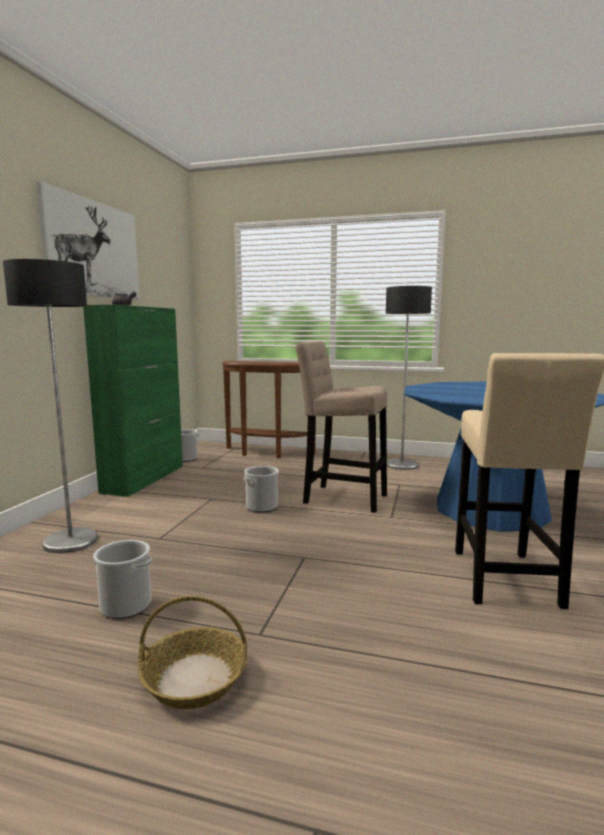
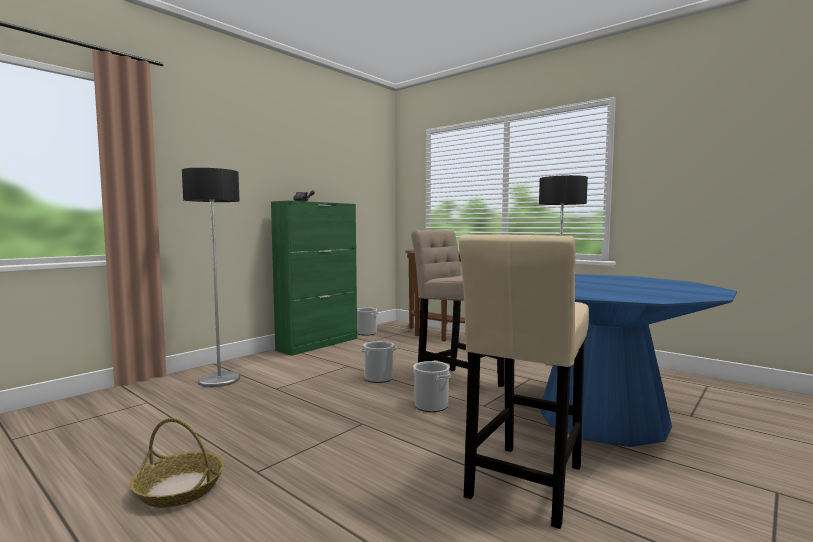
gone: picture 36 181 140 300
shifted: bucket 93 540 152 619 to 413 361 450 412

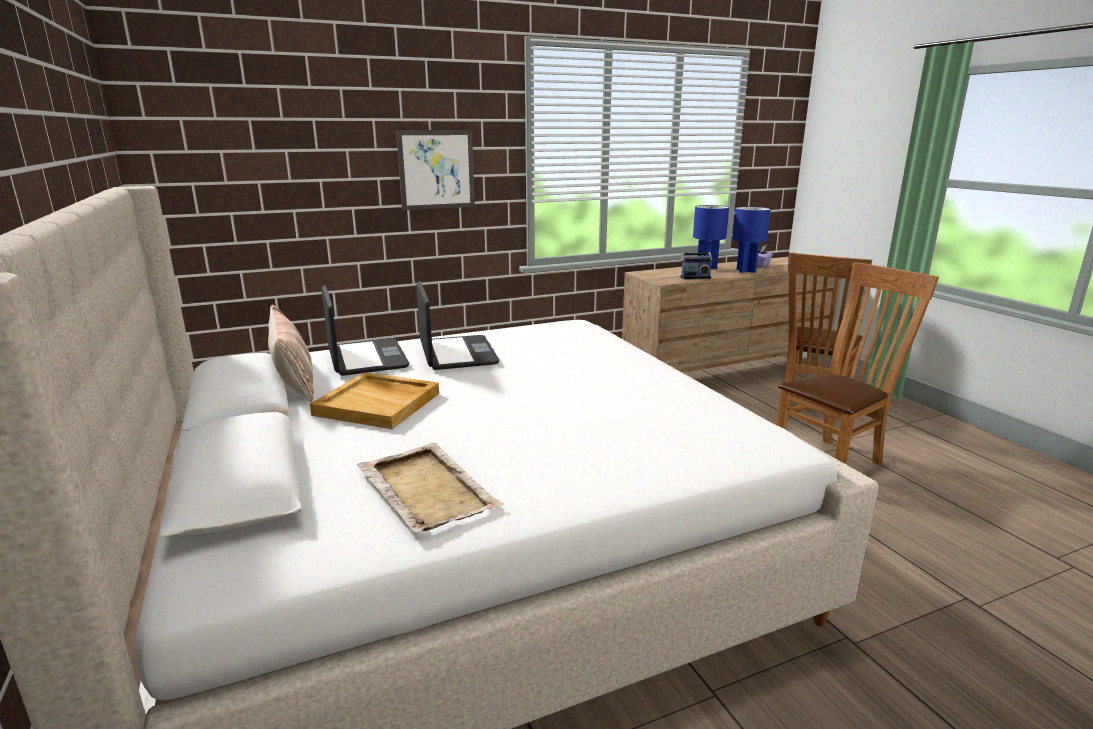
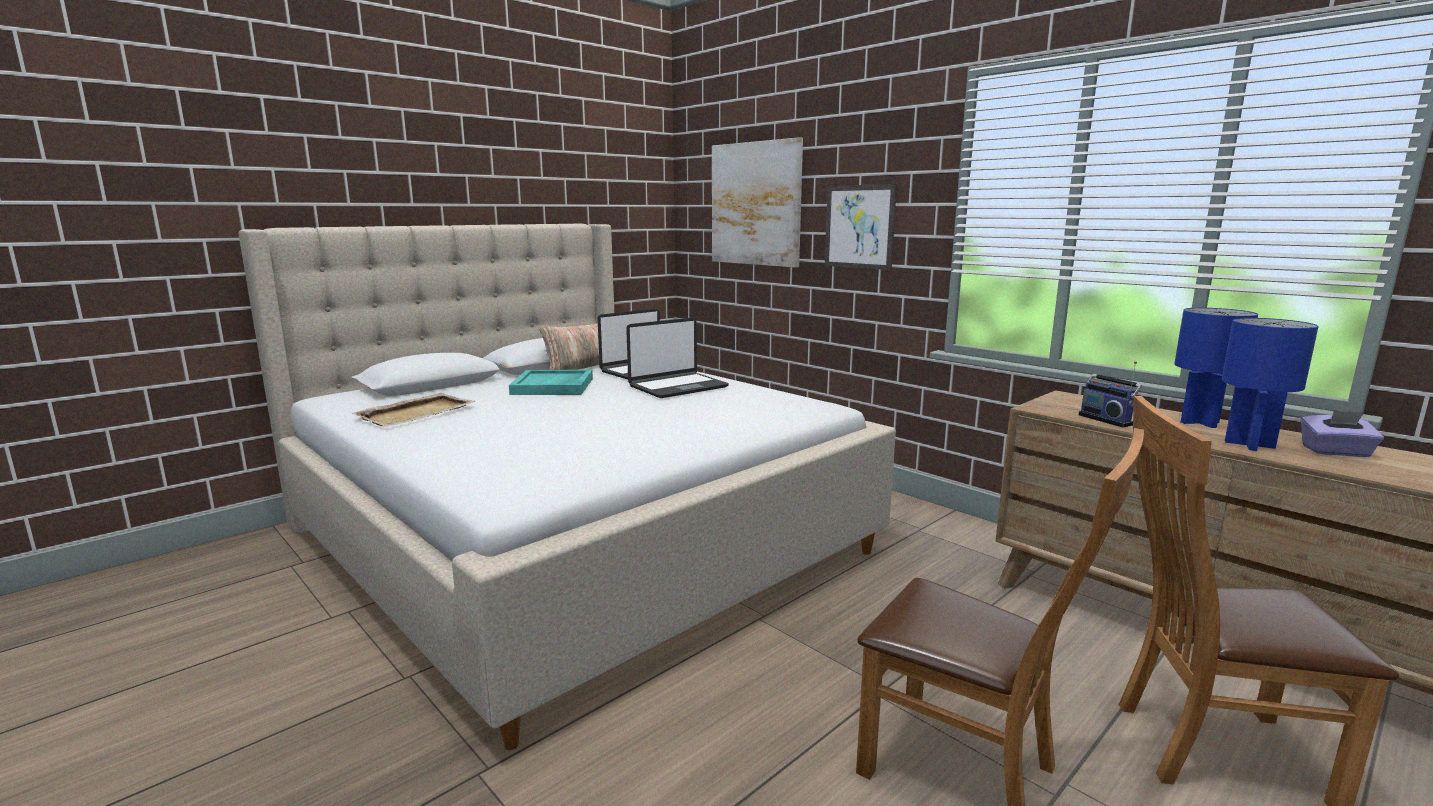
new: picture 712 137 803 268
repainted: beige tray 310 372 439 429 to turquoise tray 509 370 593 395

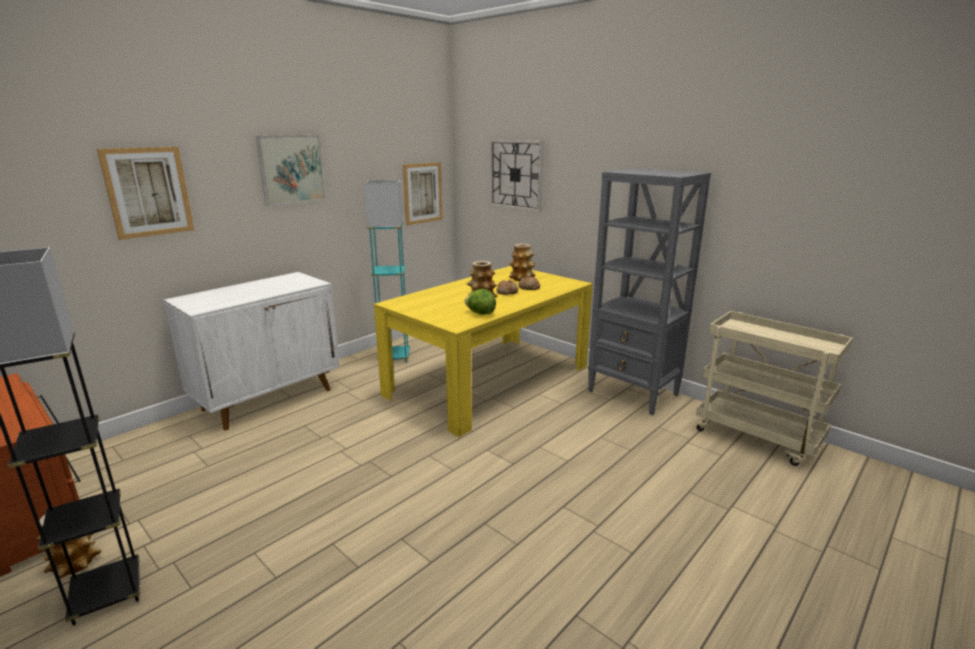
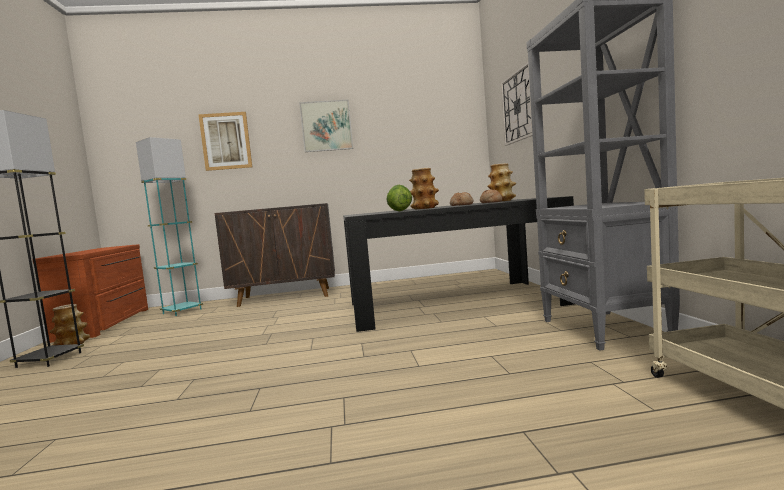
gone: picture 403 162 443 225
shifted: turquoise floor lamp 364 180 410 363 to 136 137 203 316
repainted: white cabinet 163 272 340 431 to brown cabinet 215 203 335 307; yellow dining table 374 266 593 437 to black dining table 343 196 575 332

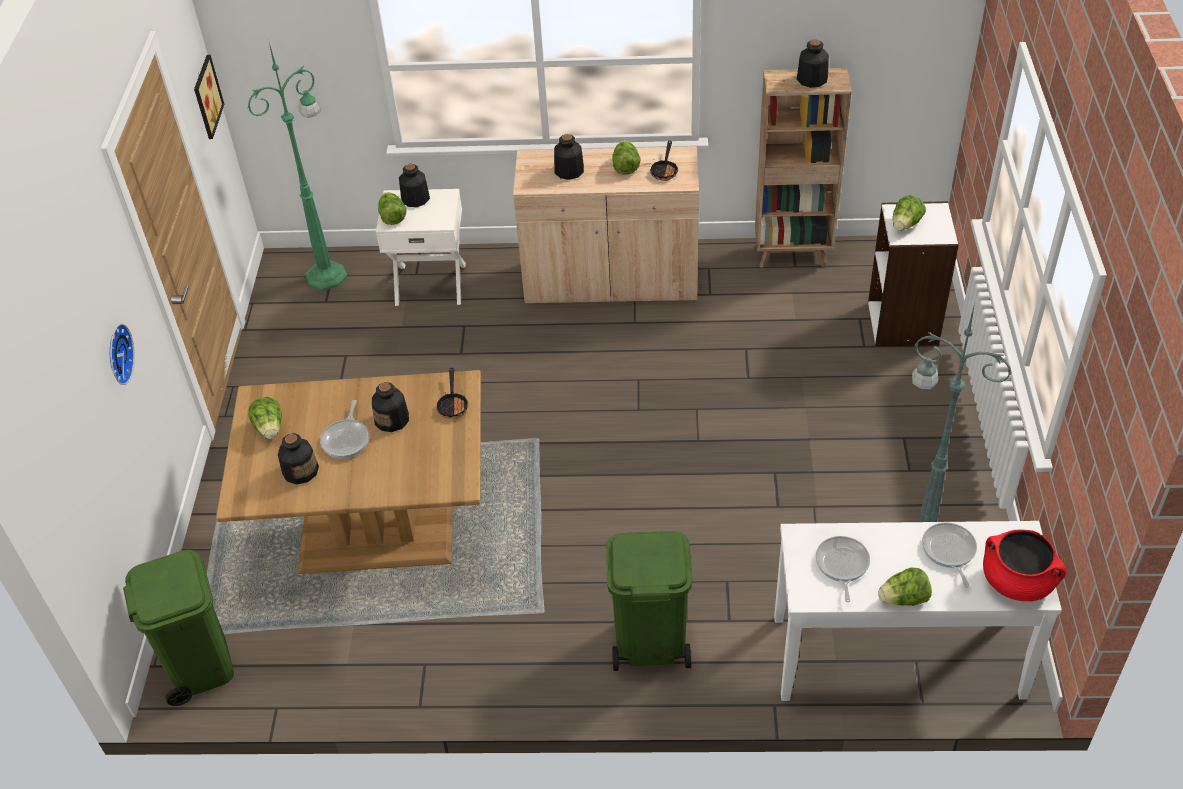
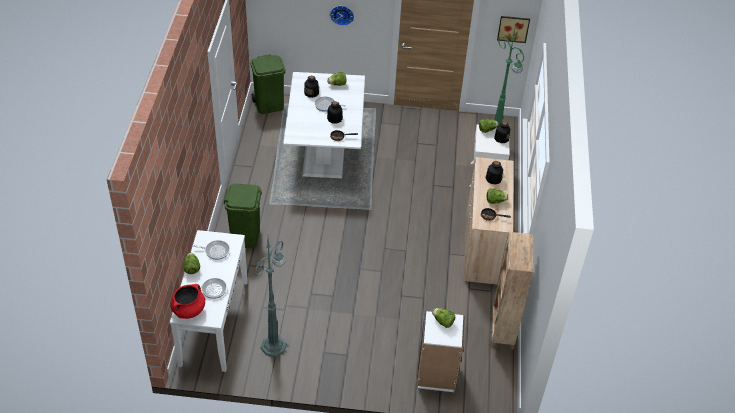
gone: bottle 797 40 829 88
repainted: brown dining table 216 370 481 574 to white dining table 283 72 365 178

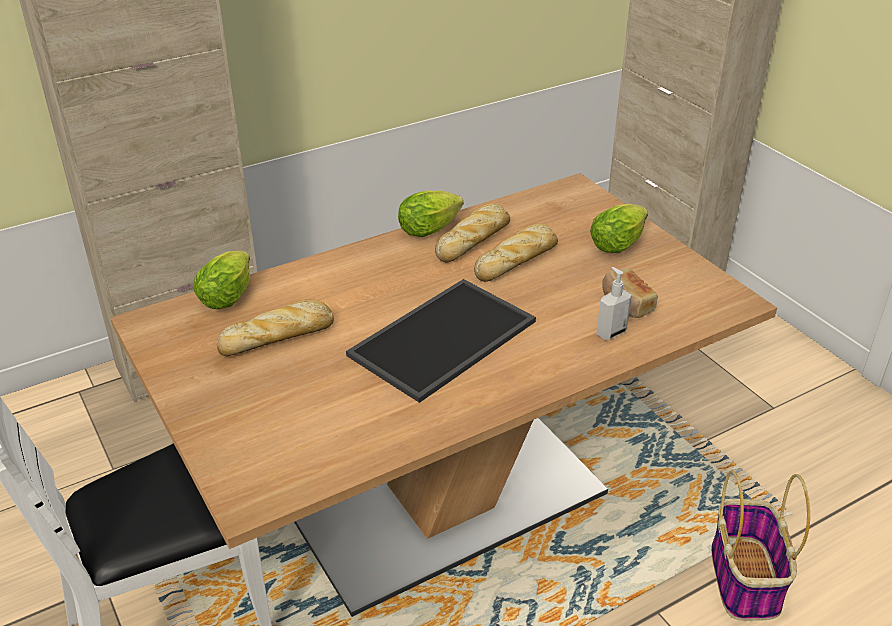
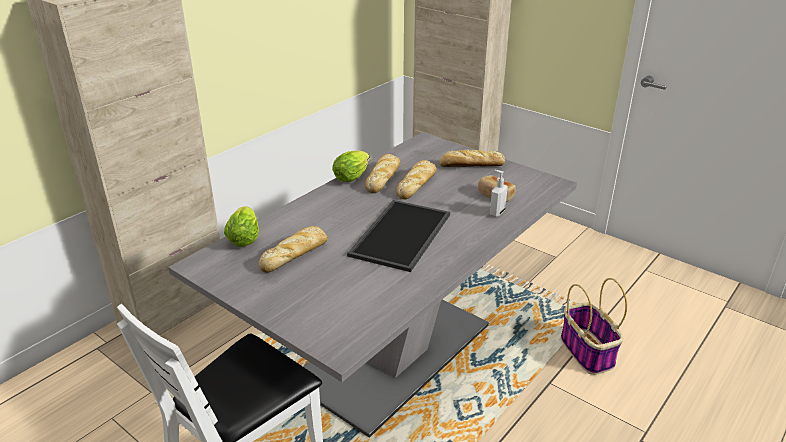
swapped: lettuce 590 204 648 253 to bread 439 149 505 167
repainted: brown dining table 110 173 777 617 to grey dining table 168 132 577 438

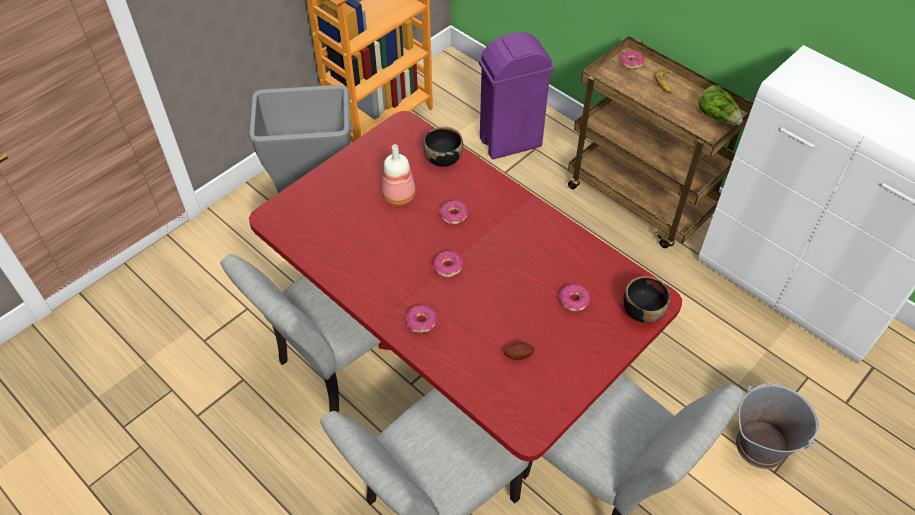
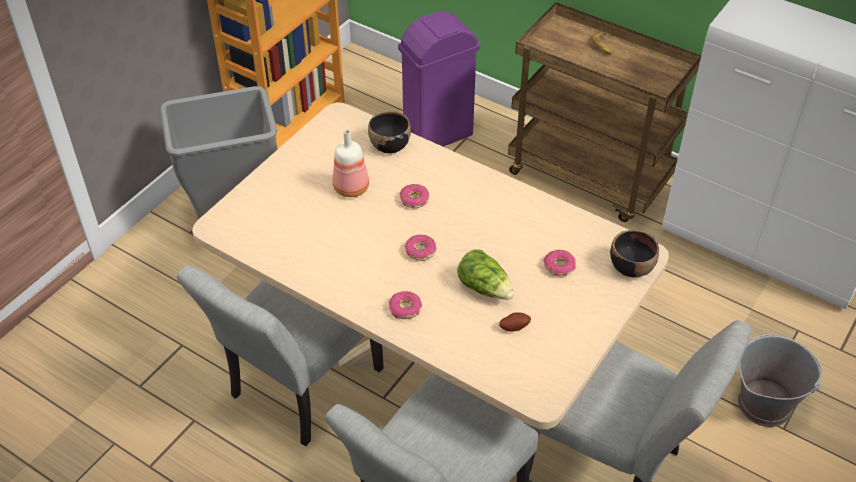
gone: donut 621 50 645 69
shifted: lettuce 698 85 743 125 to 457 249 514 300
repainted: red dining table 249 111 682 462 to beige dining table 192 103 669 429

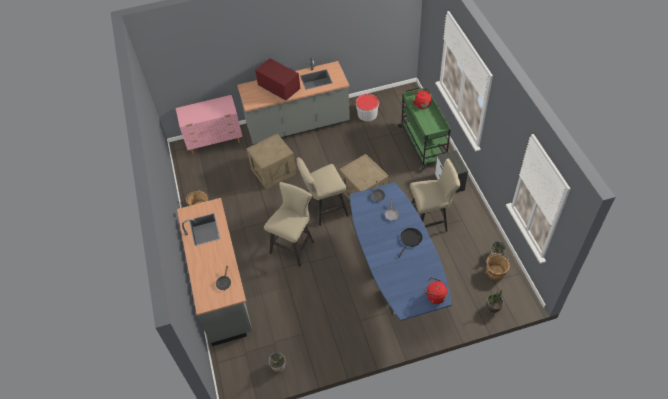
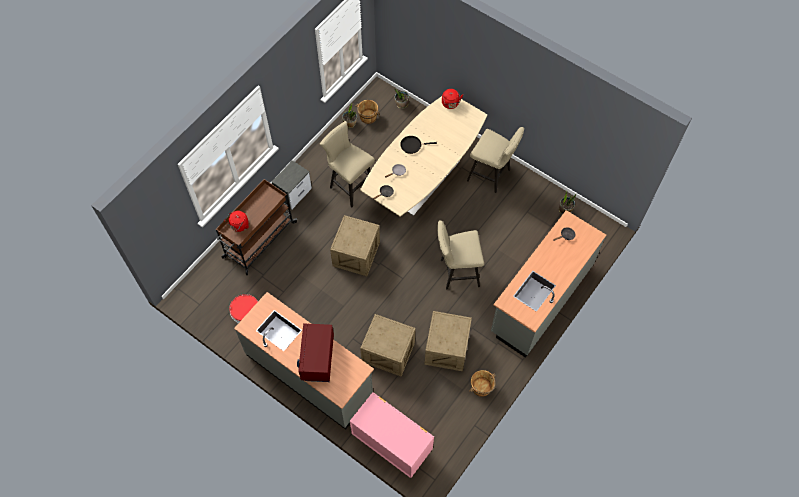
new: crate 425 311 472 371
shifted: beige stool 296 158 348 226 to 467 127 524 193
repainted: green cart 398 87 451 172 to brown cart 216 179 297 275; blue dining table 350 182 452 321 to beige dining table 360 96 488 216

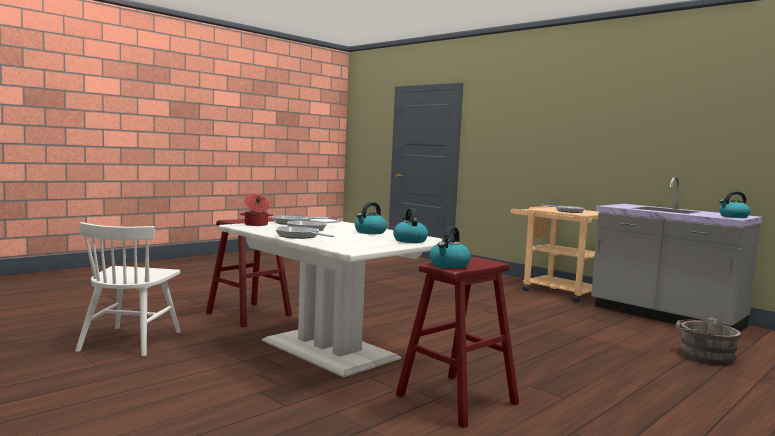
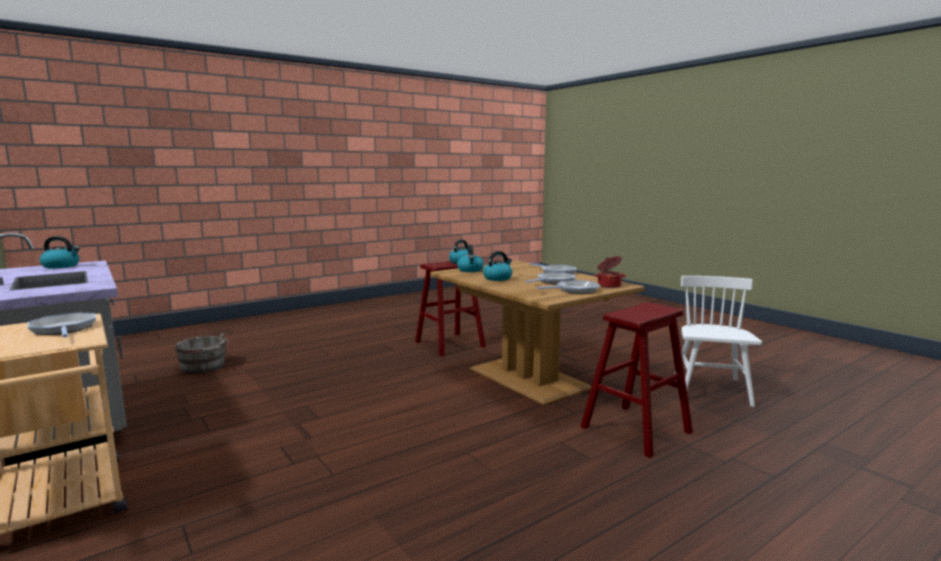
repainted: white dining table 219 219 449 378 to brown dining table 430 261 644 406

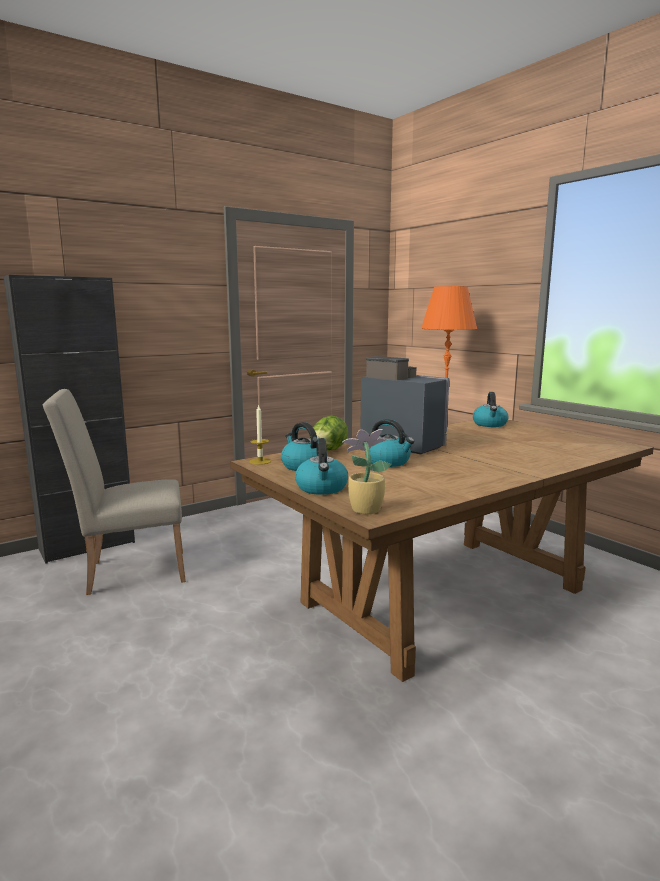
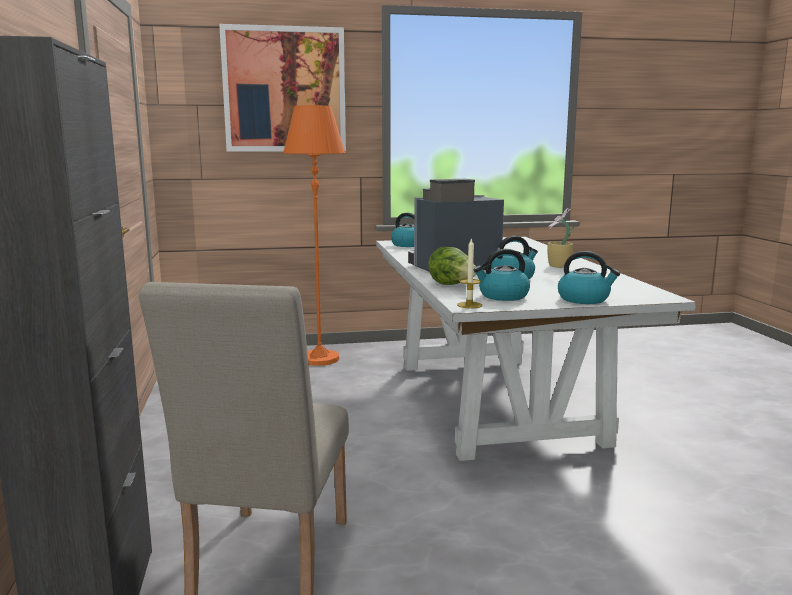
new: picture 219 24 346 152
shifted: potted plant 342 429 392 514 to 547 208 574 268
repainted: brown dining table 230 420 654 682 to white dining table 376 237 696 461

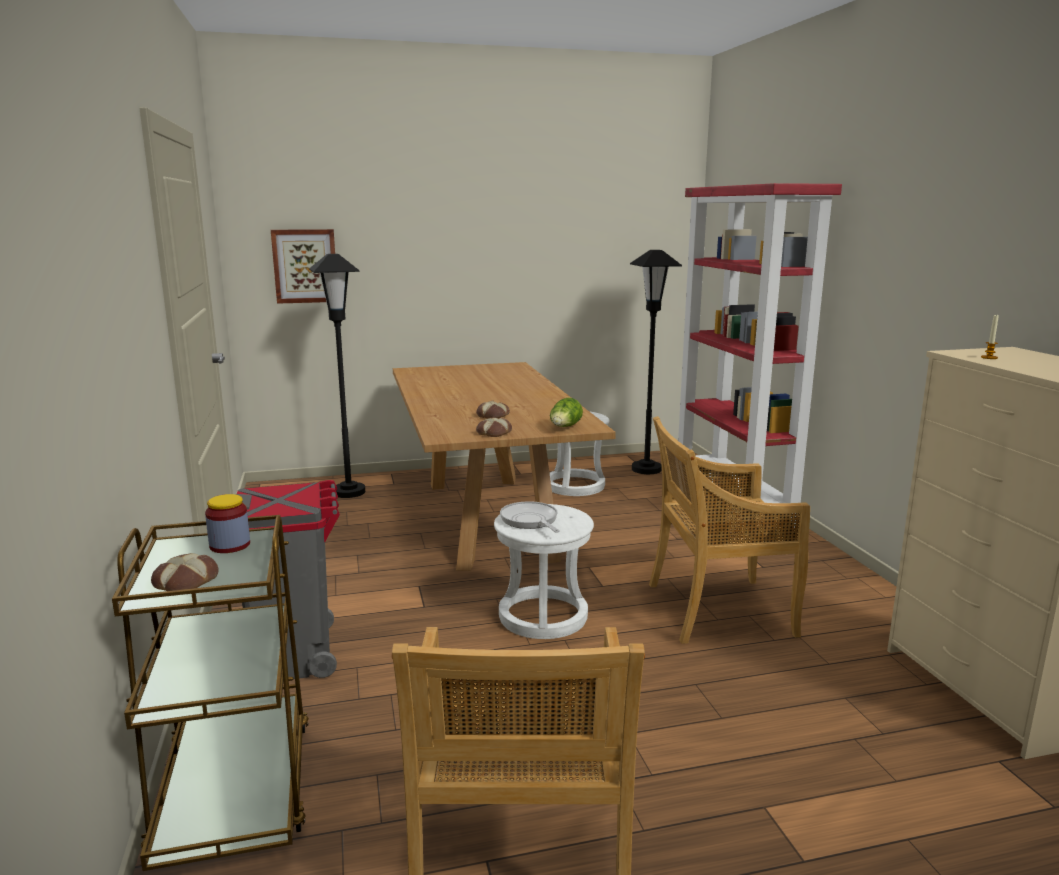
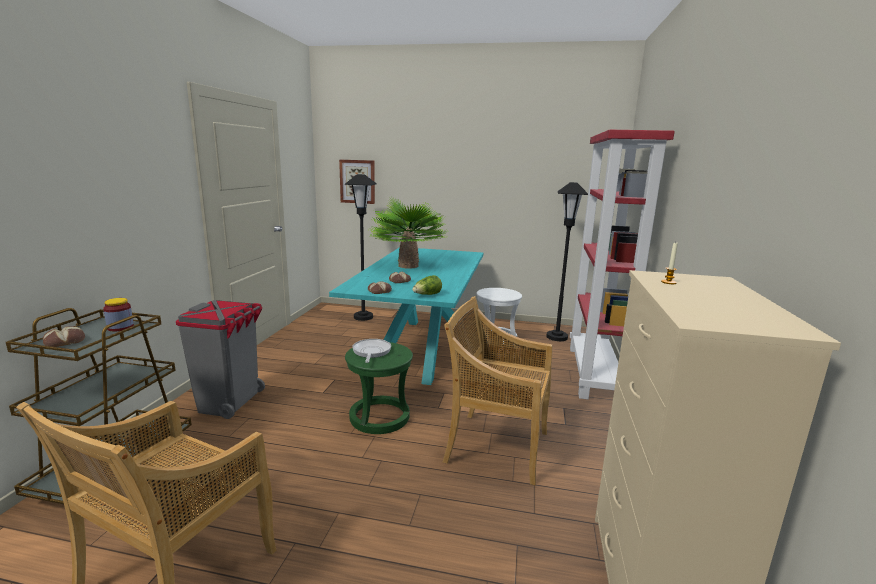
new: potted plant 369 197 447 269
repainted: brown dining table 393 362 616 571 to turquoise dining table 329 247 483 385; white stool 494 504 594 639 to green stool 345 342 413 434

